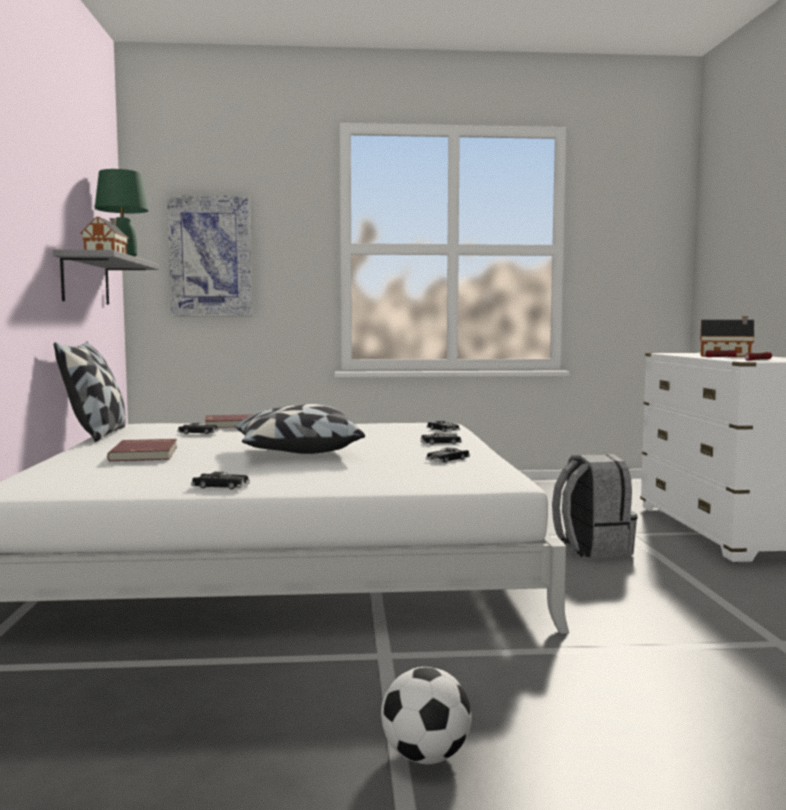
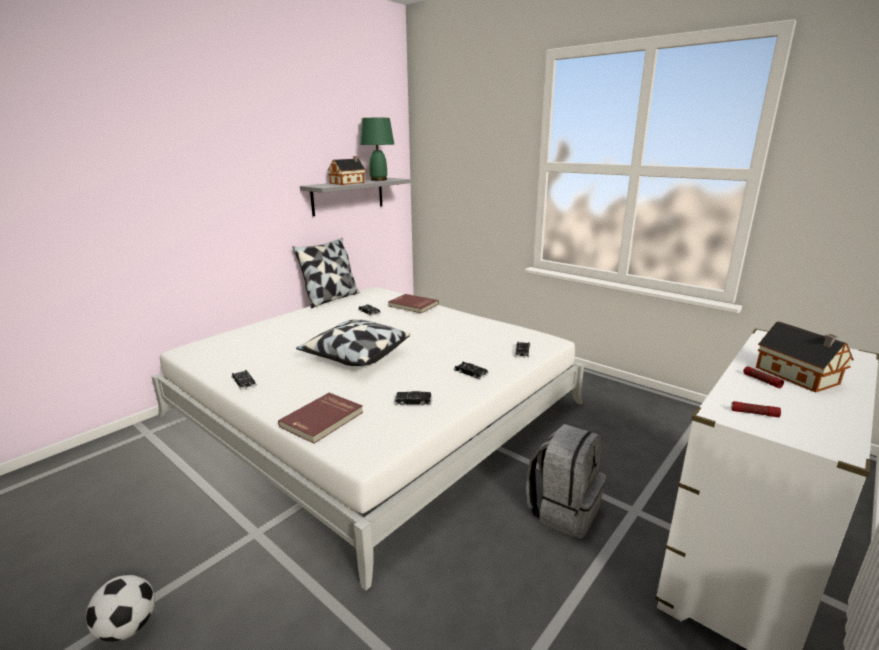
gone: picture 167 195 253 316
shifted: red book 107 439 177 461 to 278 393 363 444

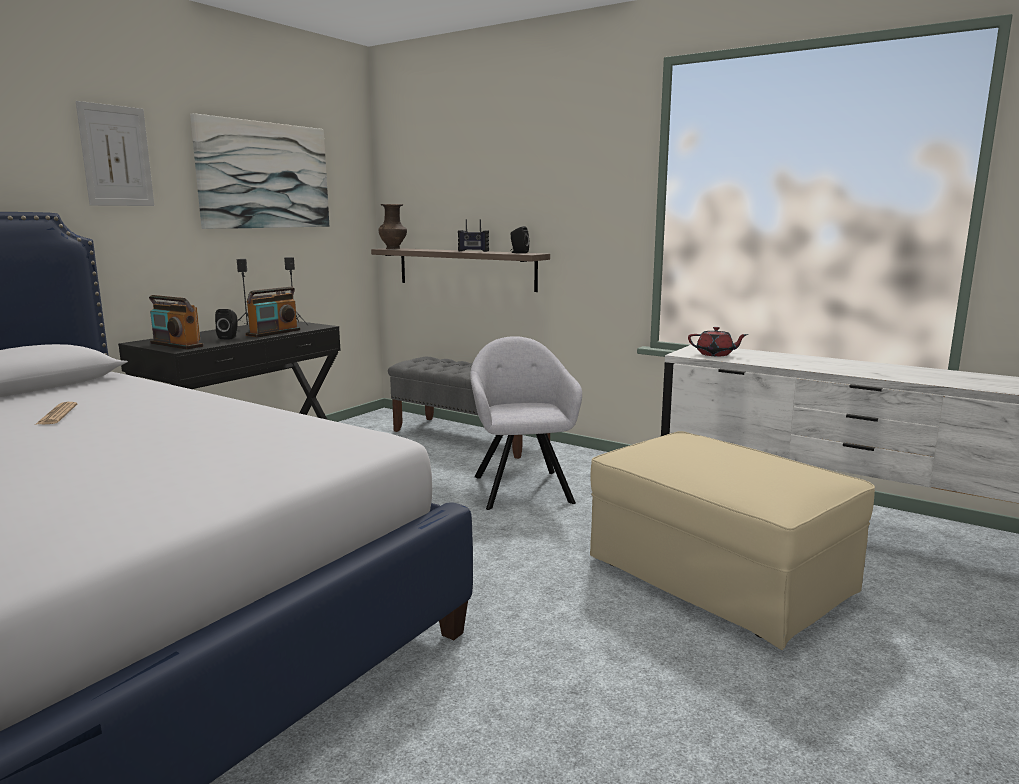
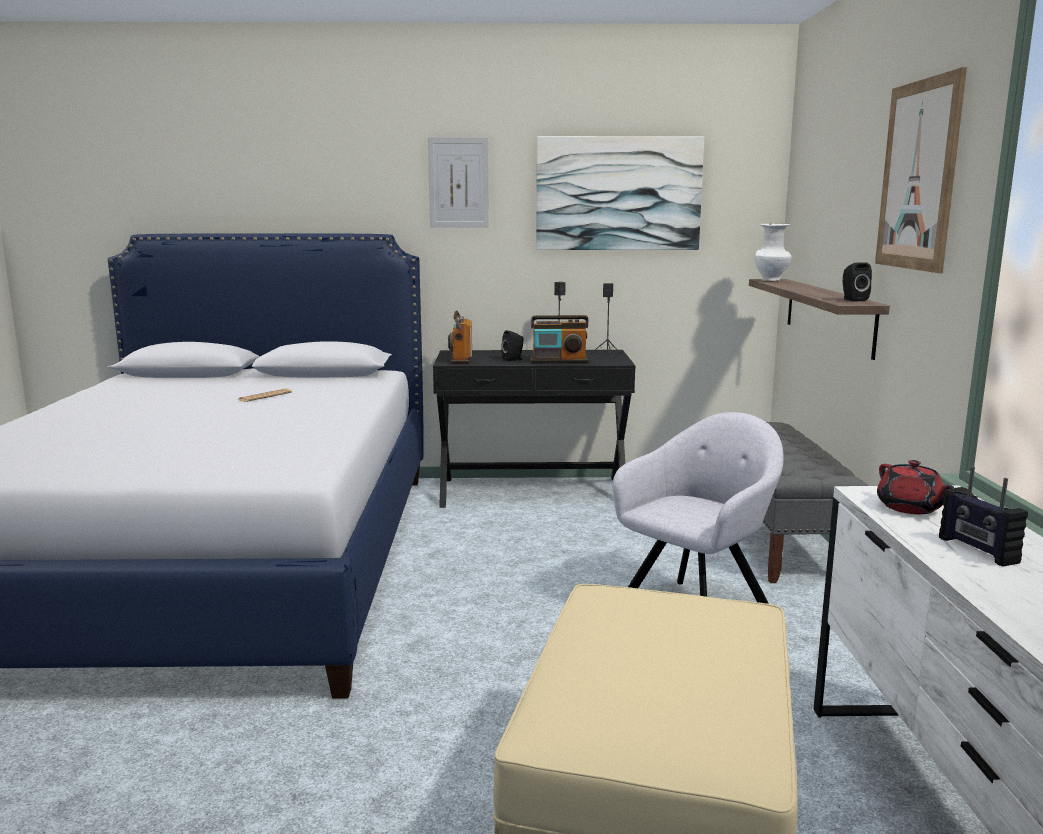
new: picture 875 67 967 273
shifted: radio 458 219 489 252 to 939 467 1028 567
repainted: brown vase 378 204 407 249 to white vase 754 224 792 281

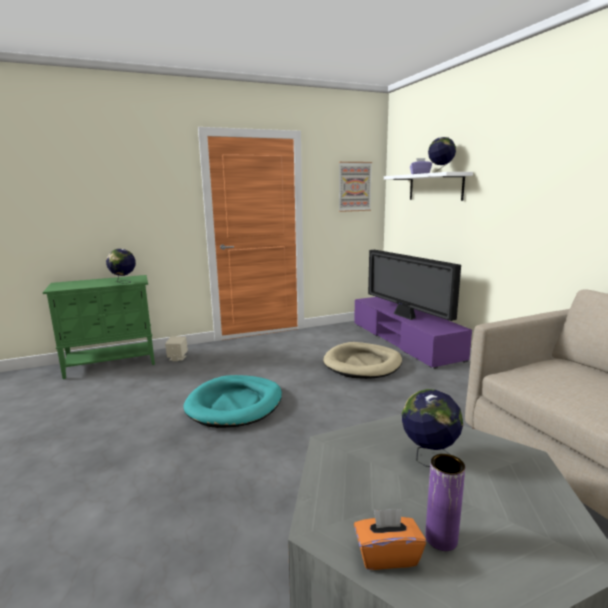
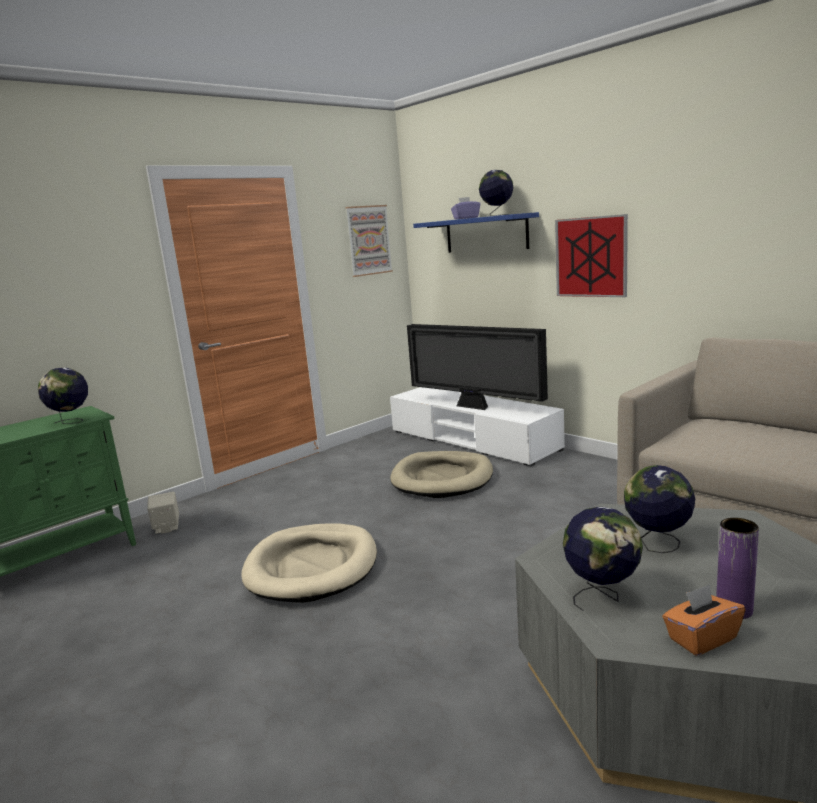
new: picture 555 214 628 297; globe 563 506 643 611
repainted: turquoise dog bed 183 375 282 428 to beige dog bed 241 523 377 603; purple tv stand 354 297 472 369 to white tv stand 390 387 565 466; white shelf 384 172 473 201 to blue shelf 413 212 539 253

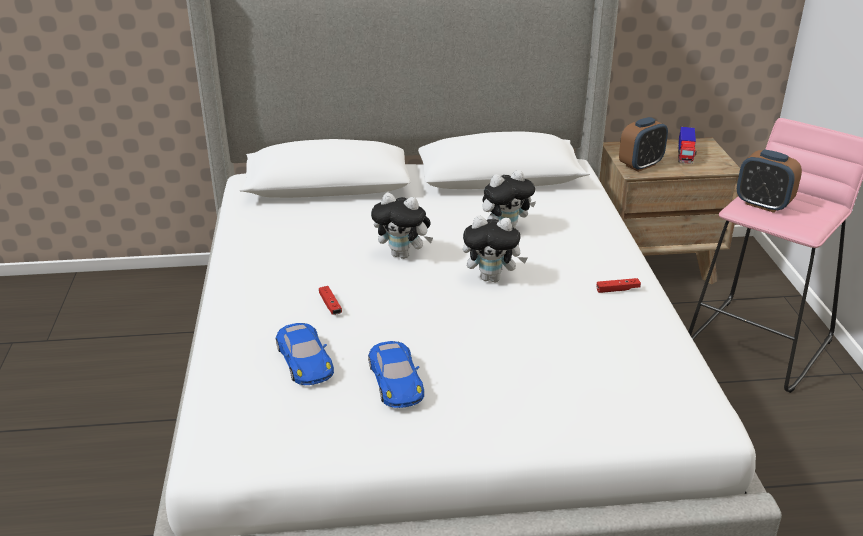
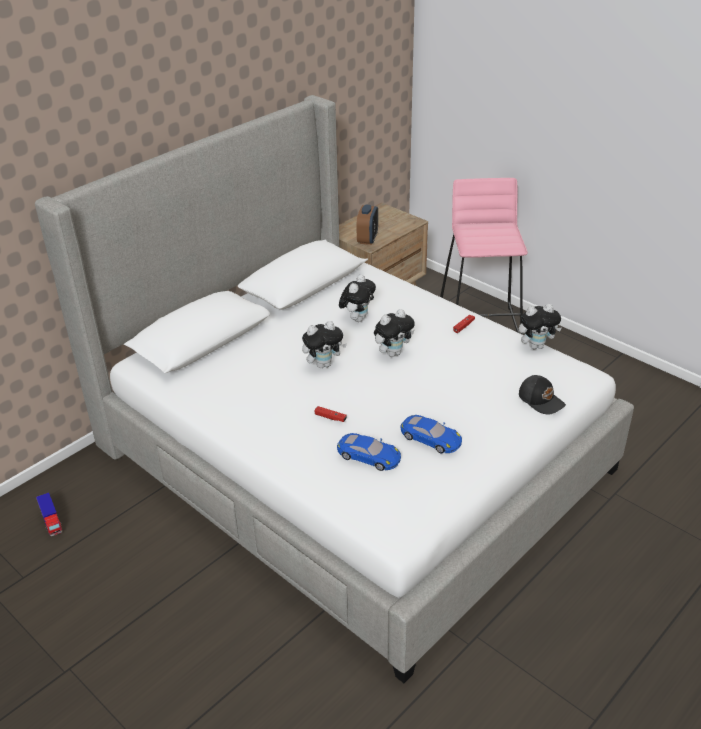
gone: alarm clock 737 149 802 213
new: plush toy 519 304 562 349; black cap 519 375 566 415
shifted: toy truck 678 127 697 164 to 36 492 62 536

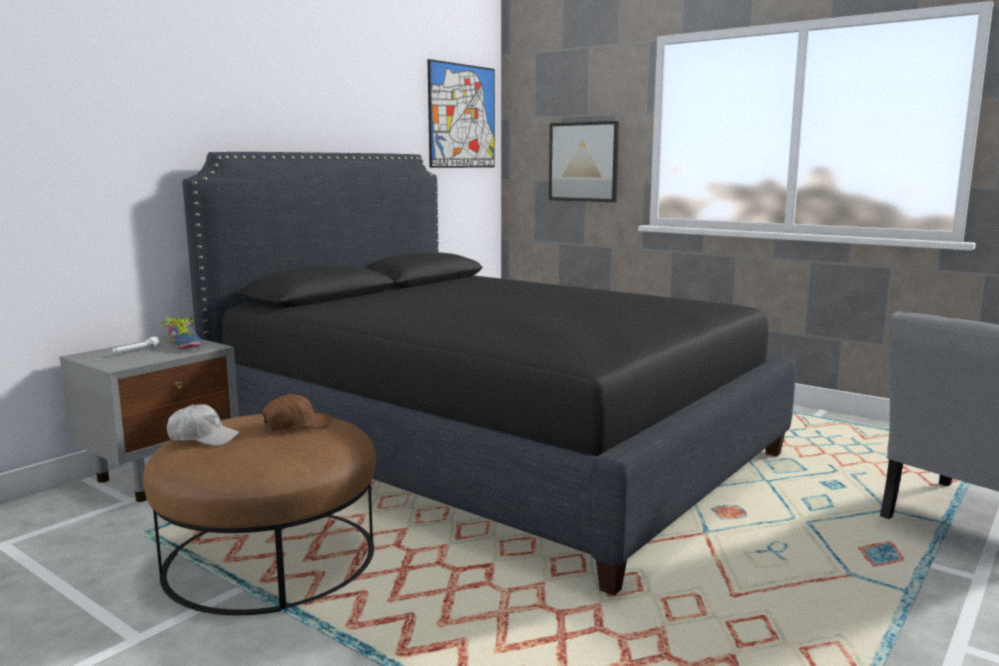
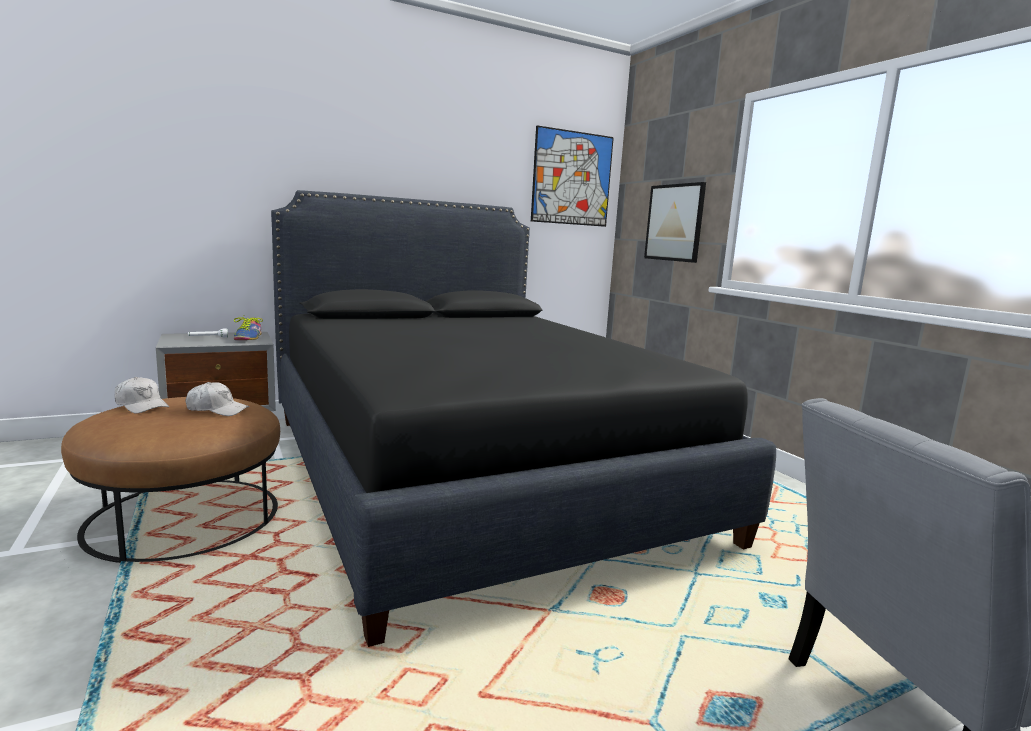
repainted: brown cap 262 394 332 430 to white cap 186 382 249 416

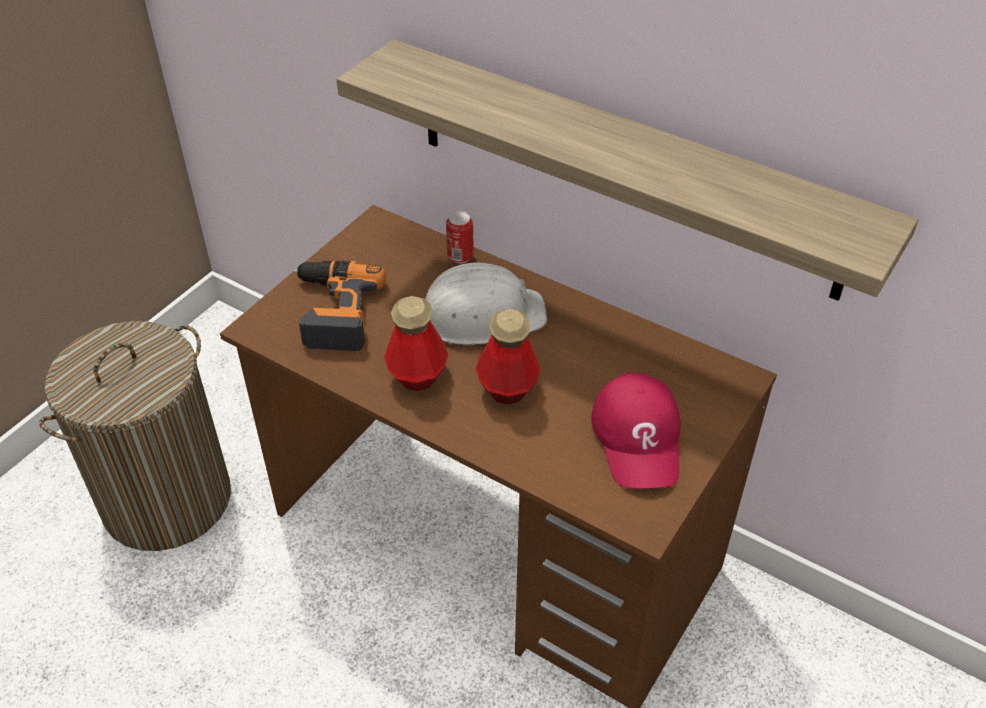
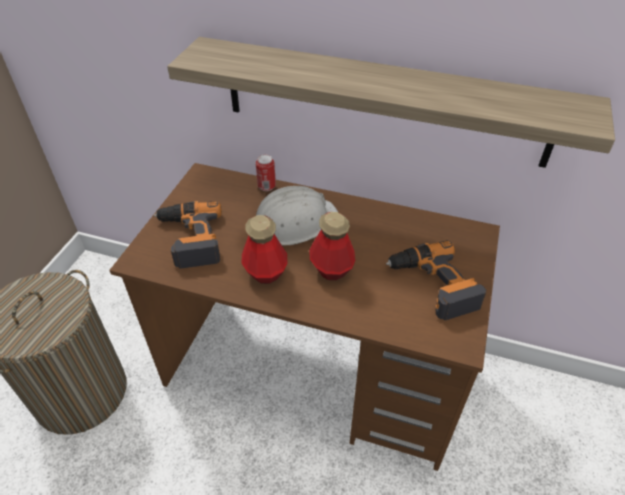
swapped: red cap 591 372 681 489 to power drill 386 240 486 320

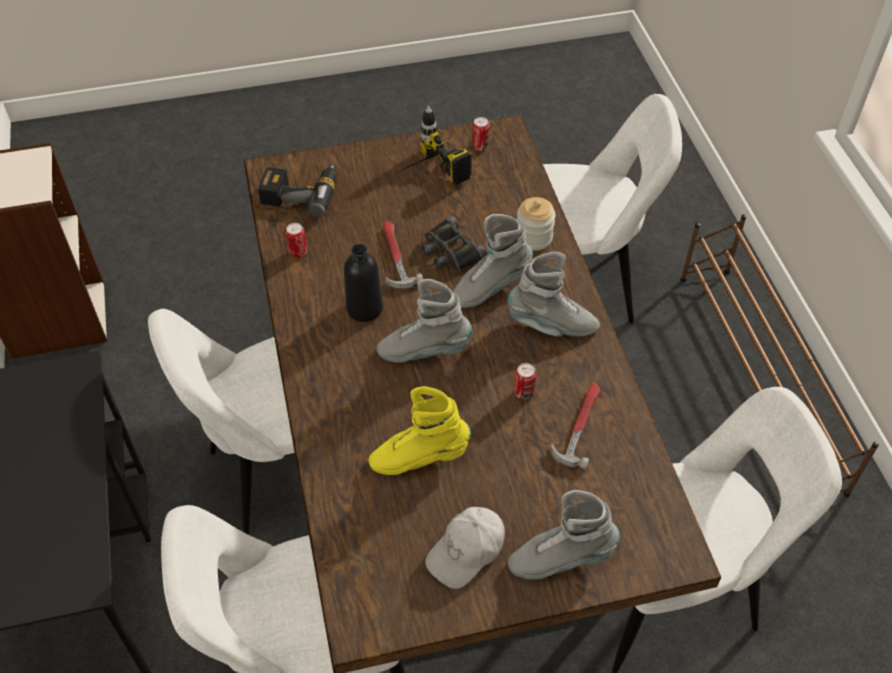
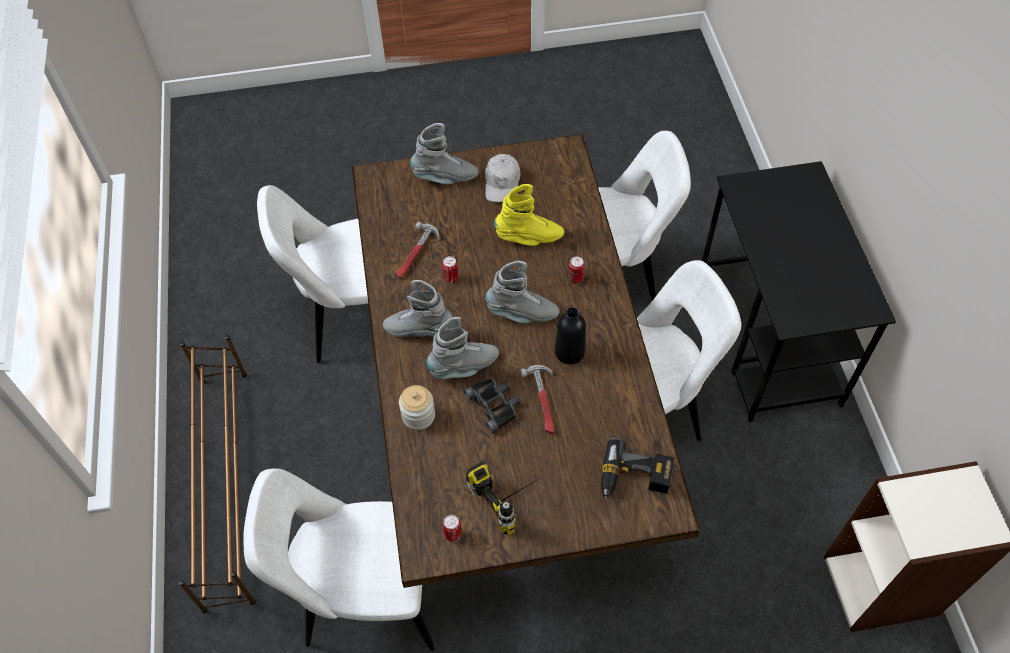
shifted: can 286 223 307 258 to 569 256 584 284
rotated: white cap 425 507 505 589 = 485 154 521 202 135 degrees clockwise

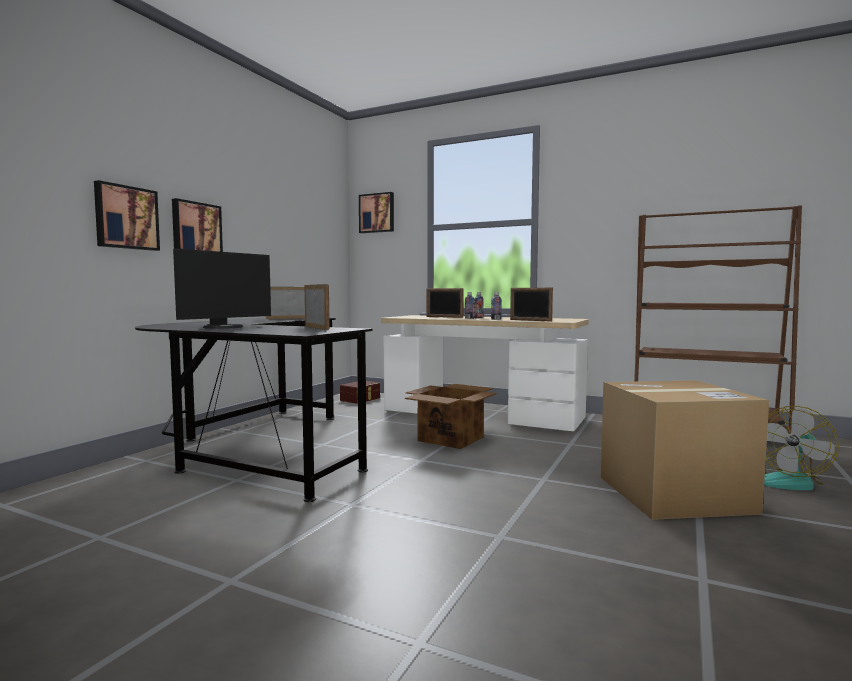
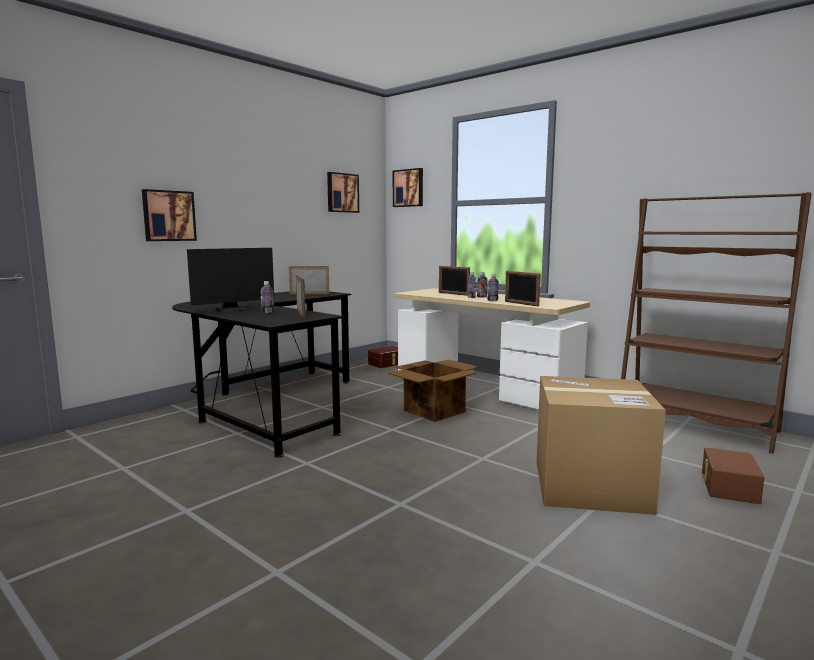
new: bottle 260 281 274 313
shifted: picture 172 198 223 252 to 327 172 359 213
swapped: fan 764 406 839 490 to brown storage box 702 448 764 504

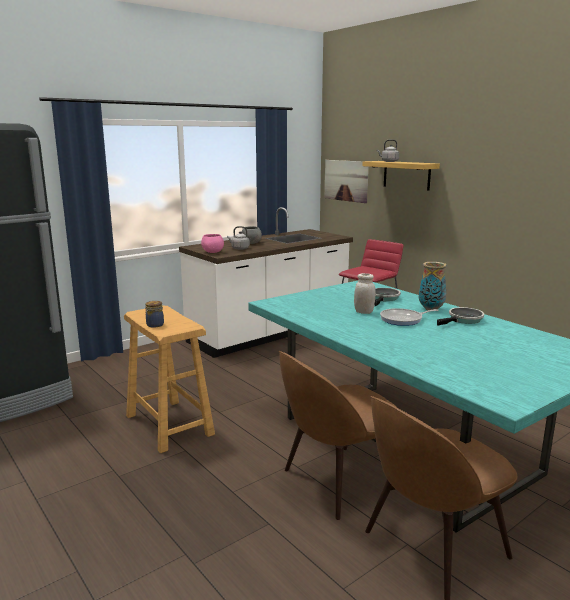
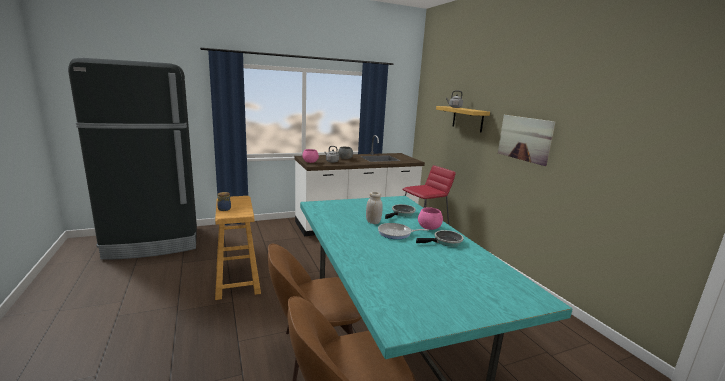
shifted: picture 325 160 369 203 to 498 115 555 166
swapped: vase 419 262 447 310 to pink bowl 418 207 443 230

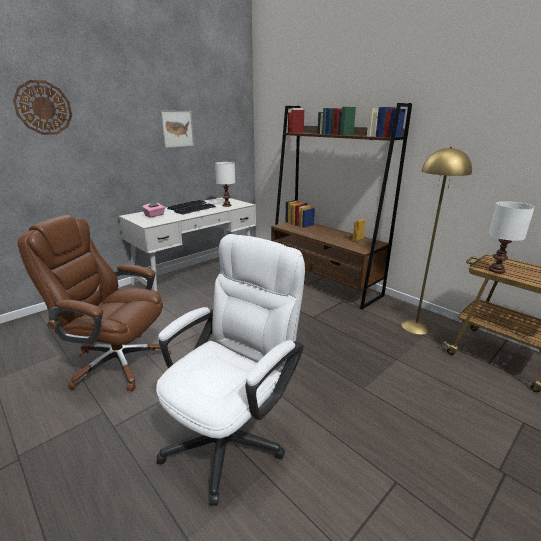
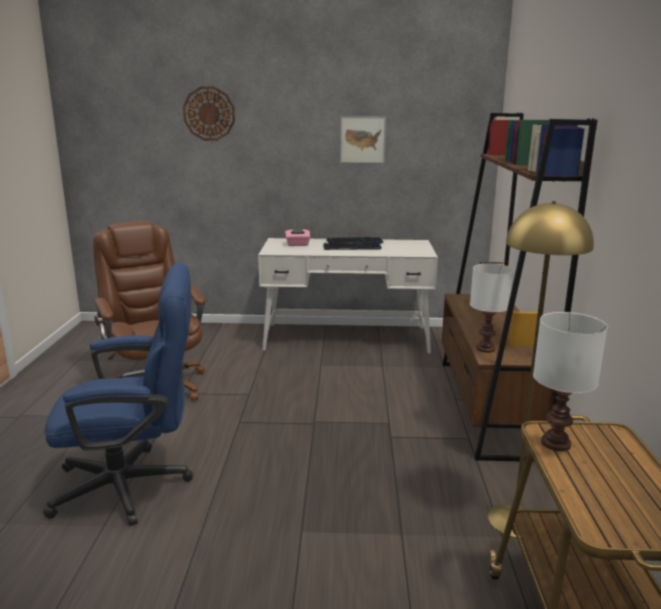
shifted: white table lamp 215 162 235 207 to 470 264 514 353
repainted: white office chair 156 234 305 505 to blue office chair 43 263 193 526

